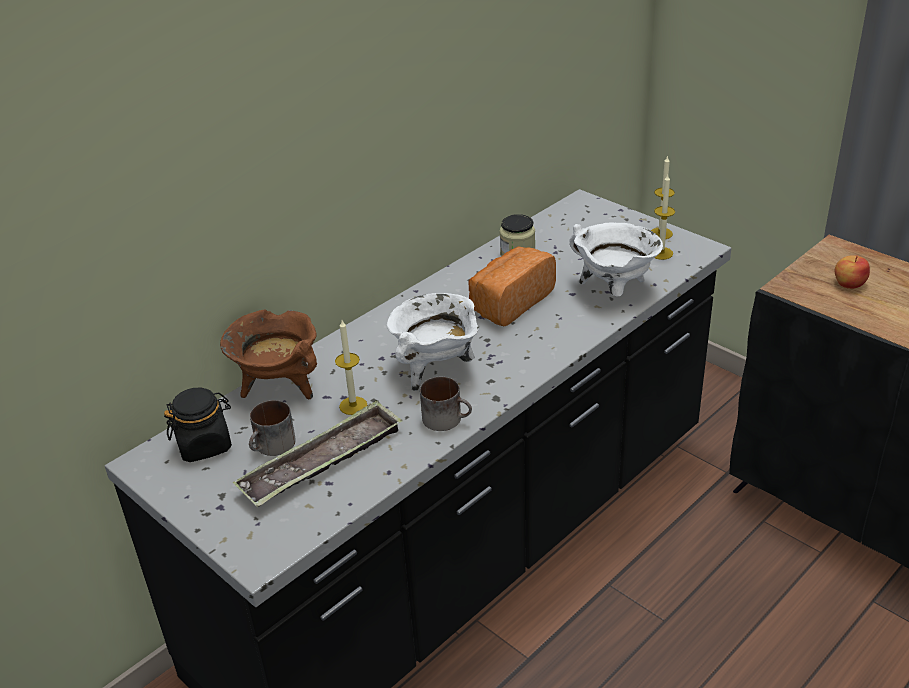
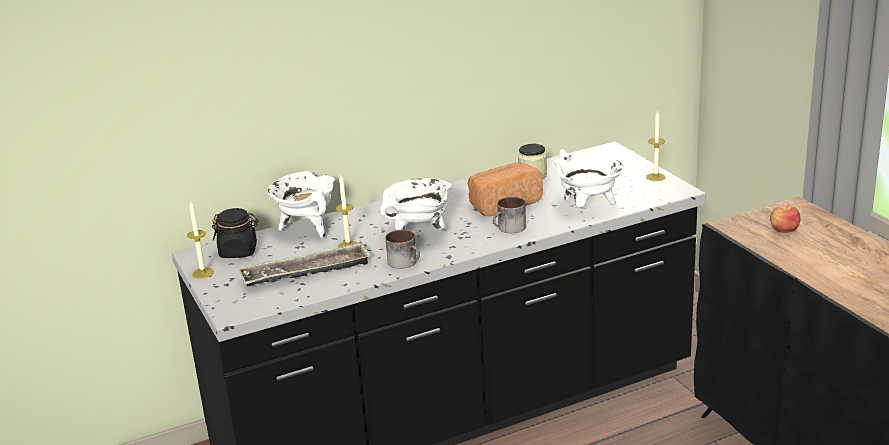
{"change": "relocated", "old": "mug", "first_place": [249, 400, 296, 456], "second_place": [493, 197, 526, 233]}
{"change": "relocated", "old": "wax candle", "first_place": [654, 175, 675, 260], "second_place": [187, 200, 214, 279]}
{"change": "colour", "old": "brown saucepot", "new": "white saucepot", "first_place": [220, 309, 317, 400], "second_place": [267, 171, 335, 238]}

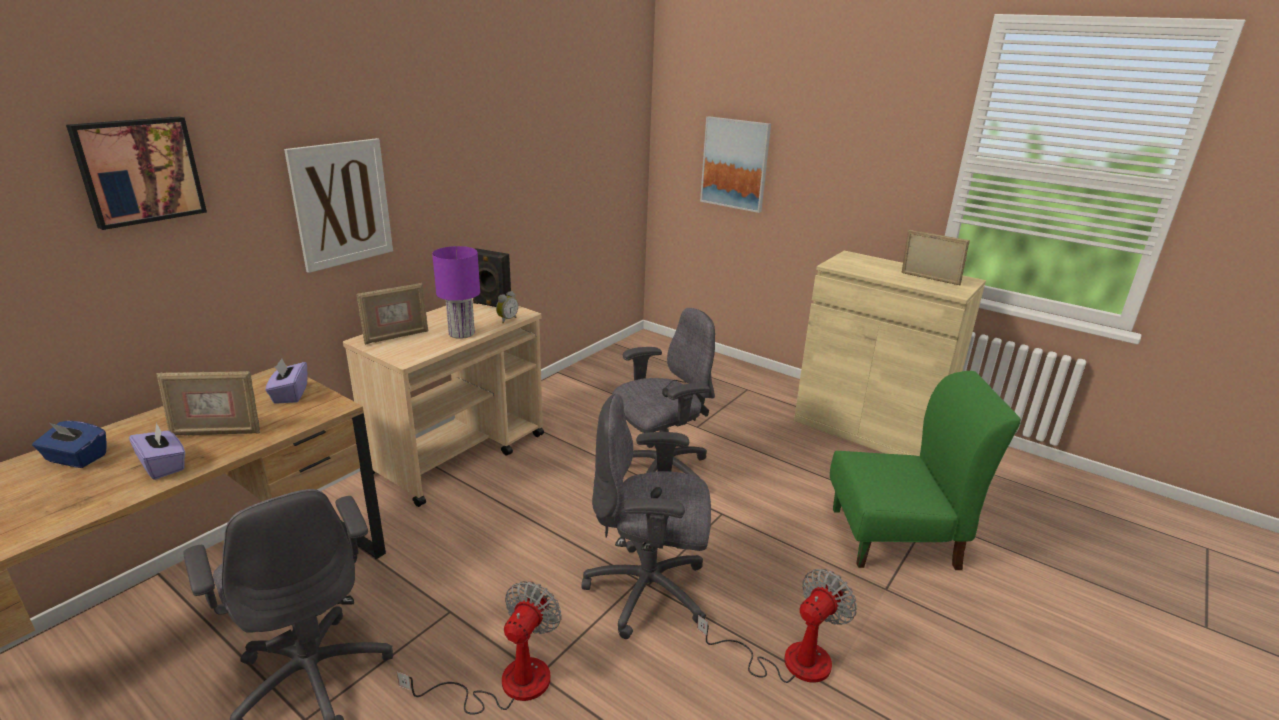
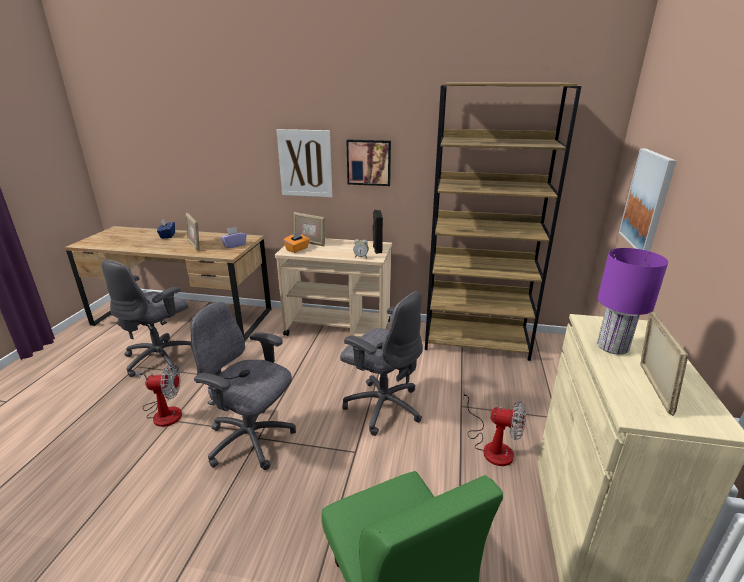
{"change": "missing", "old": "purple tissue holder", "first_place": [129, 423, 185, 480]}
{"change": "appeared", "new": "orangey tissue holder", "second_place": [283, 232, 310, 253]}
{"change": "appeared", "new": "brown shelving unit", "second_place": [425, 82, 582, 361]}
{"change": "relocated", "old": "wall art", "first_place": [66, 117, 207, 230], "second_place": [346, 140, 391, 186]}
{"change": "relocated", "old": "purple table lamp", "first_place": [432, 246, 480, 339], "second_place": [597, 248, 668, 355]}
{"change": "relocated", "old": "fan", "first_place": [697, 569, 857, 683], "second_place": [463, 388, 526, 466]}
{"change": "spun", "old": "grey desk chair", "first_place": [581, 394, 711, 639], "second_place": [190, 302, 296, 470], "degrees": -45}

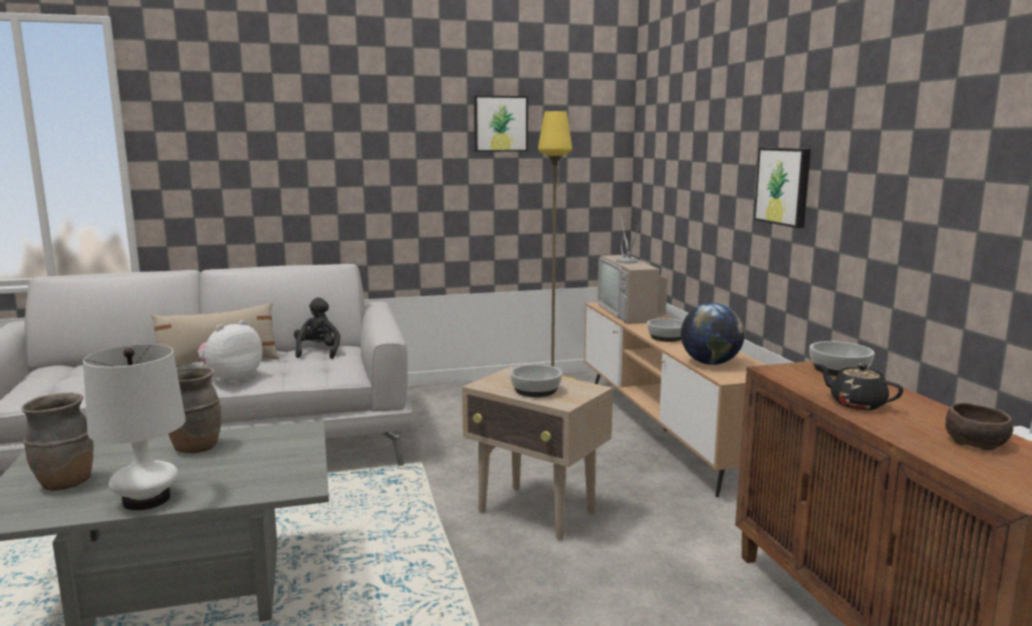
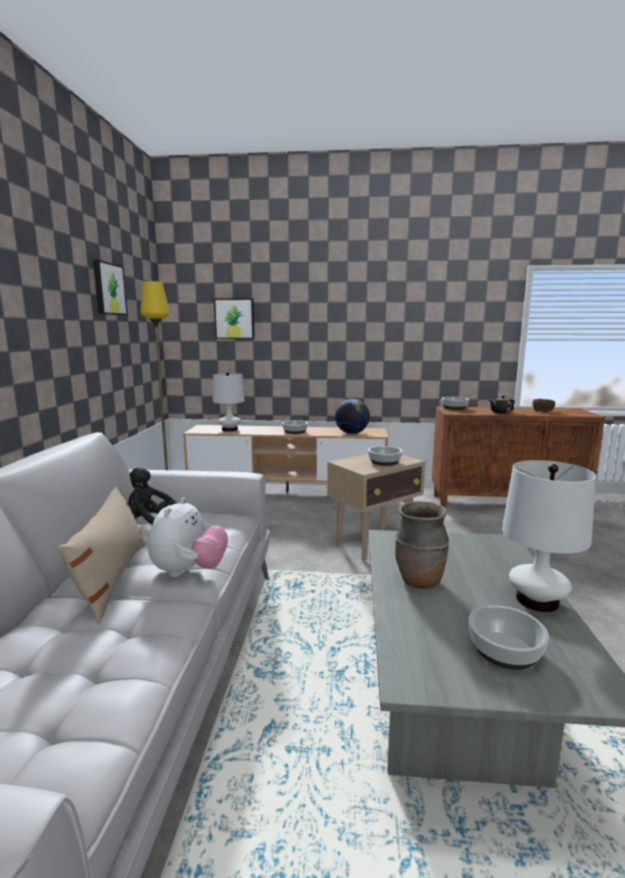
{"change": "relocated", "old": "wall art", "first_place": [754, 148, 811, 228], "second_place": [214, 298, 255, 339]}
{"change": "exchanged", "old": "brown decorative vase", "new": "deep dish", "first_place": [21, 392, 94, 491], "second_place": [468, 605, 549, 670]}
{"change": "exchanged", "old": "TV set", "new": "white table lamp", "first_place": [598, 214, 668, 324], "second_place": [213, 372, 245, 431]}
{"change": "spun", "old": "soft toy", "first_place": [198, 320, 263, 384], "second_place": [148, 497, 228, 577], "degrees": -135}

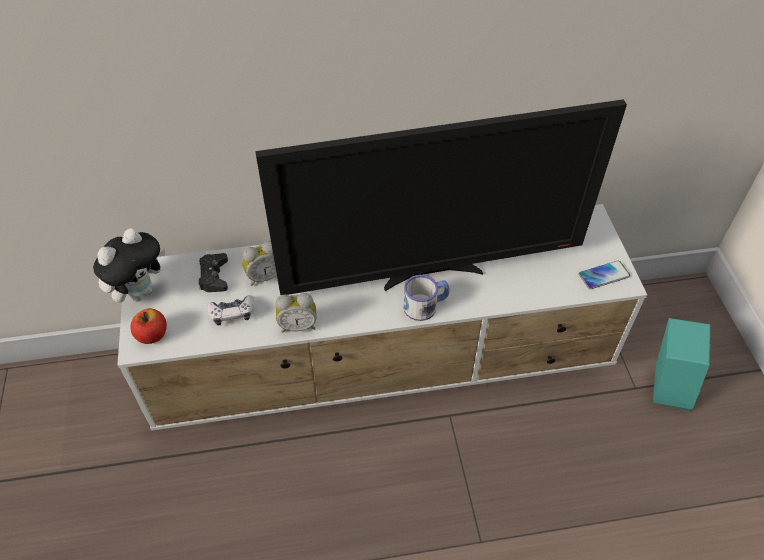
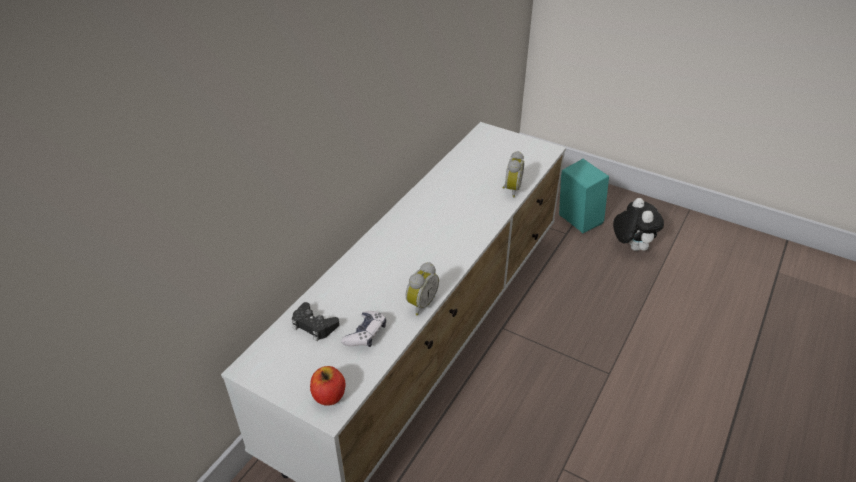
{"change": "missing", "old": "TV set", "first_place": [255, 99, 627, 296]}
{"change": "missing", "old": "mug", "first_place": [404, 275, 449, 321]}
{"change": "missing", "old": "phone", "first_place": [579, 261, 630, 289]}
{"change": "relocated", "old": "soft toy", "first_place": [93, 228, 165, 303], "second_place": [613, 198, 664, 251]}
{"change": "relocated", "old": "table clock", "first_place": [242, 241, 277, 286], "second_place": [502, 151, 524, 197]}

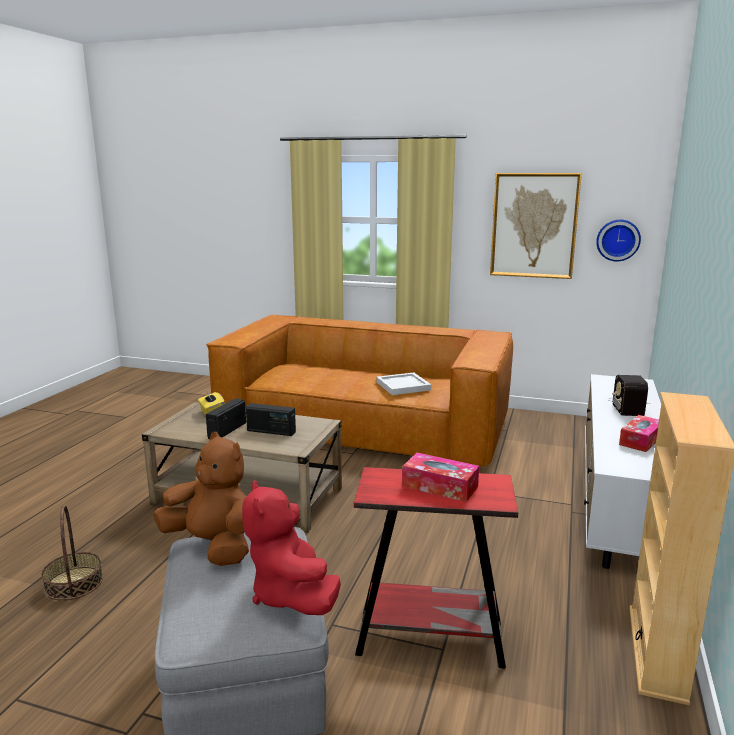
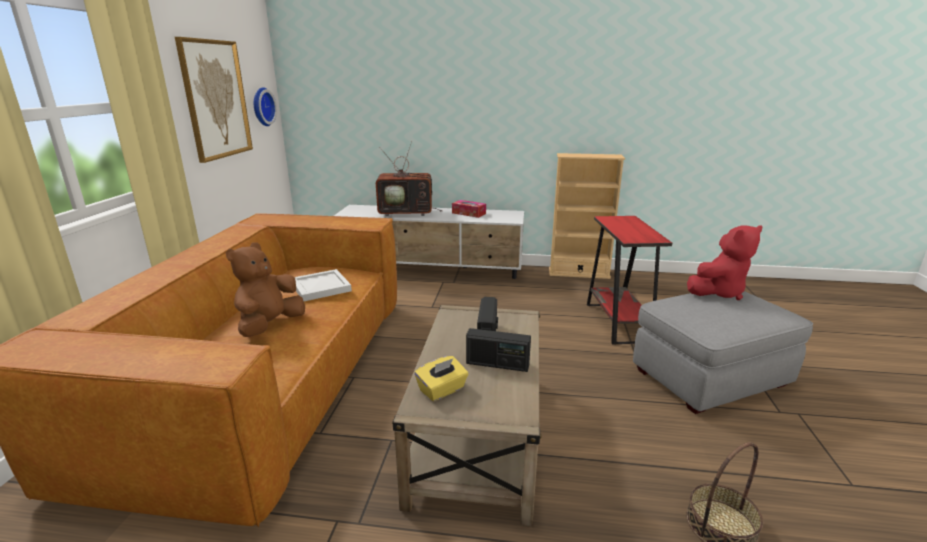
{"change": "missing", "old": "tissue holder", "first_place": [402, 453, 479, 502]}
{"change": "relocated", "old": "brown soft toy", "first_place": [153, 432, 249, 566], "second_place": [226, 242, 305, 337]}
{"change": "exchanged", "old": "radio set", "new": "TV set", "first_place": [608, 375, 648, 416], "second_place": [376, 141, 442, 216]}

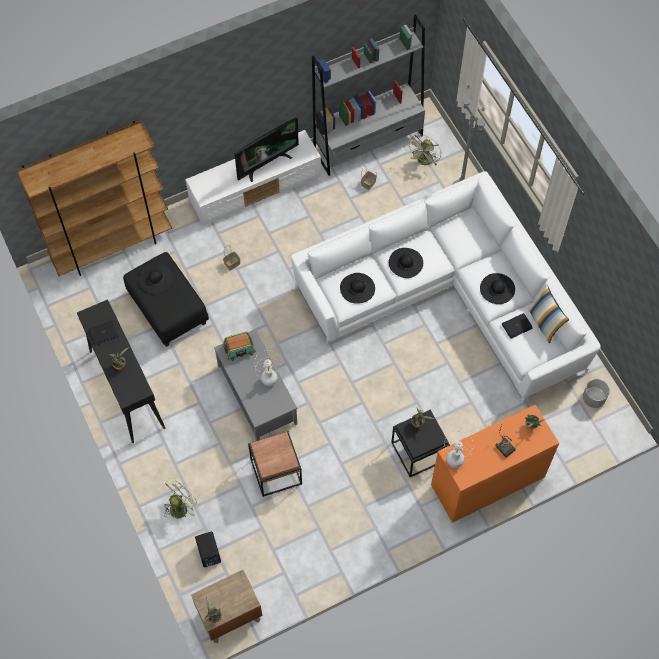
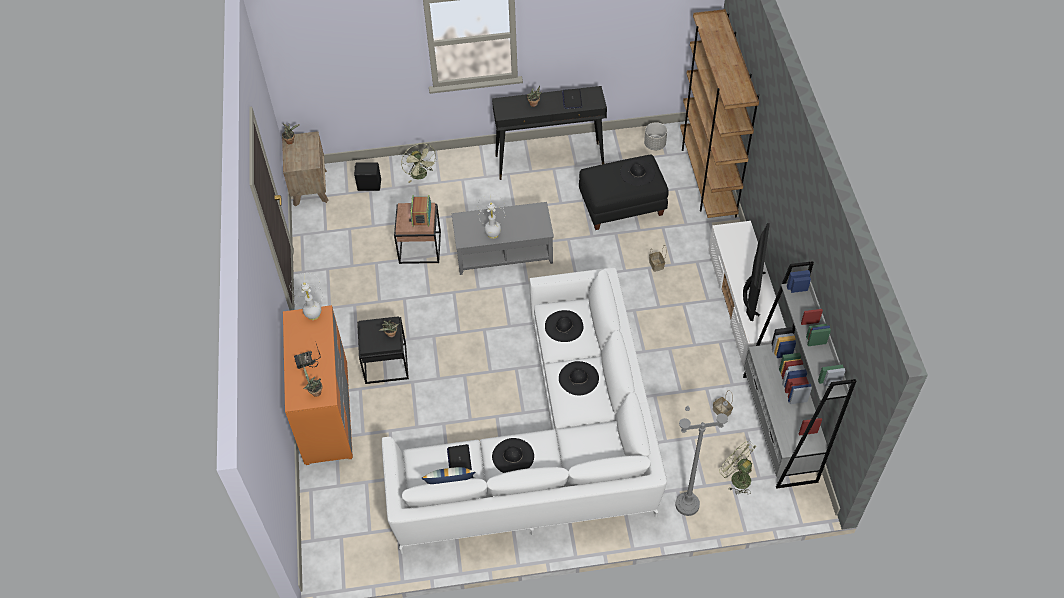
{"change": "relocated", "old": "radio set", "first_place": [223, 332, 256, 361], "second_place": [409, 195, 431, 227]}
{"change": "relocated", "old": "grey flower pot", "first_place": [583, 379, 610, 408], "second_place": [644, 122, 667, 150]}
{"change": "spun", "old": "TV set", "first_place": [234, 117, 299, 182], "second_place": [743, 223, 770, 321], "degrees": -150}

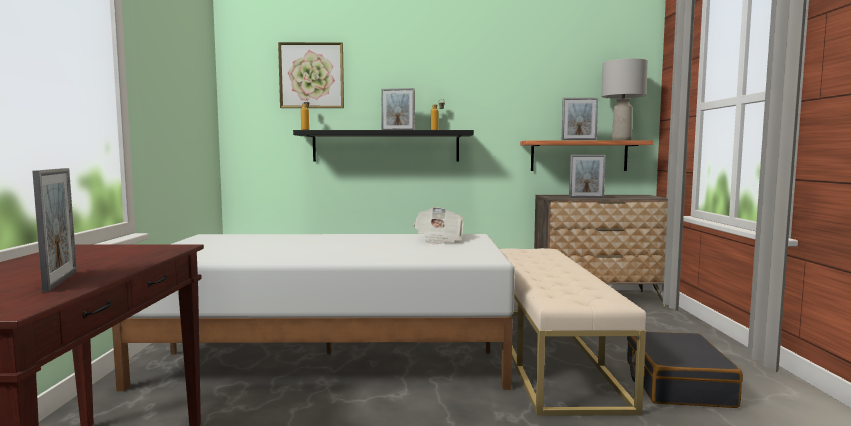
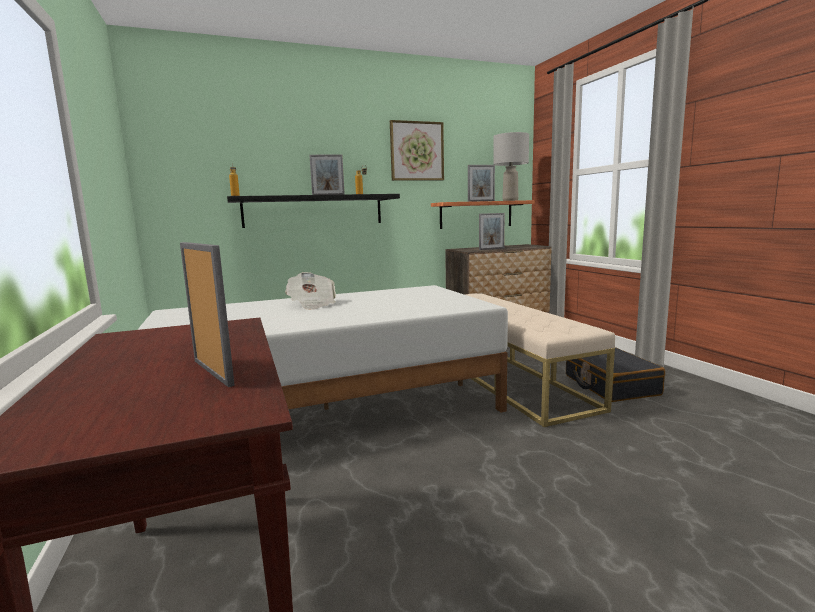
{"change": "relocated", "old": "wall art", "first_place": [278, 42, 344, 108], "second_place": [390, 120, 444, 181]}
{"change": "relocated", "old": "printed paper", "first_place": [413, 207, 464, 244], "second_place": [285, 272, 336, 310]}

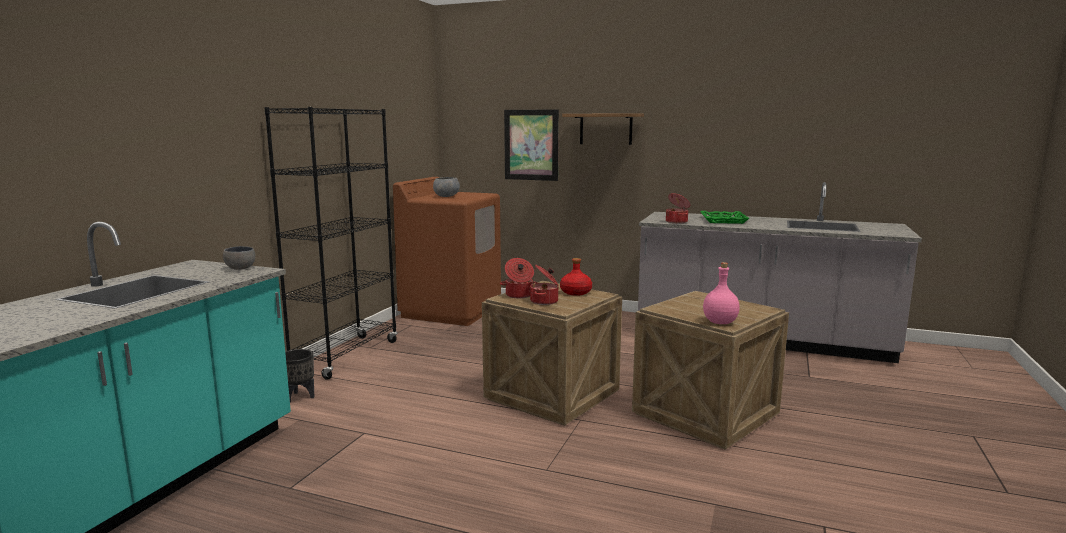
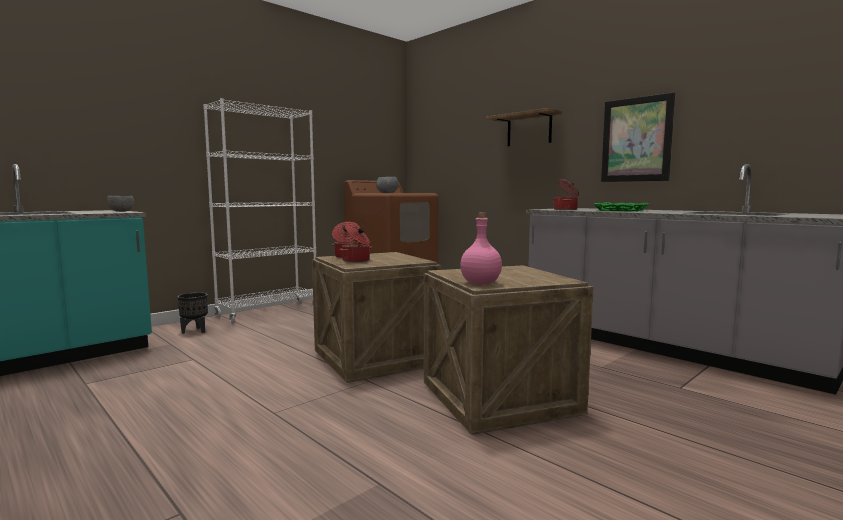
{"change": "missing", "old": "red bottle", "first_place": [560, 258, 592, 296]}
{"change": "relocated", "old": "wall art", "first_place": [504, 109, 559, 181], "second_place": [601, 92, 675, 182]}
{"change": "colour", "old": "blackish shelving unit", "new": "white shelving unit", "first_place": [264, 107, 398, 380], "second_place": [203, 98, 316, 324]}

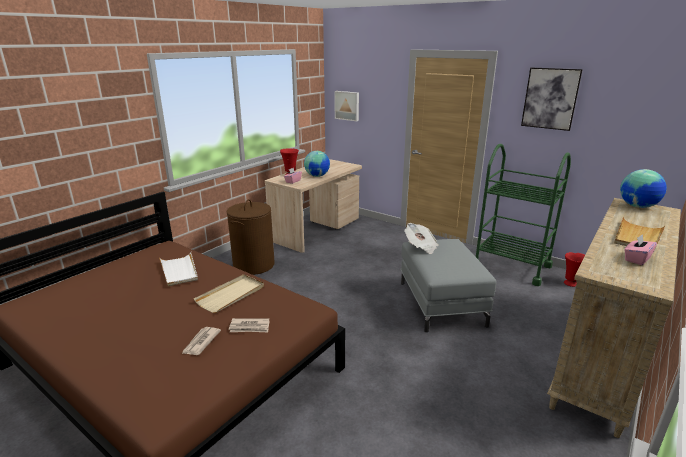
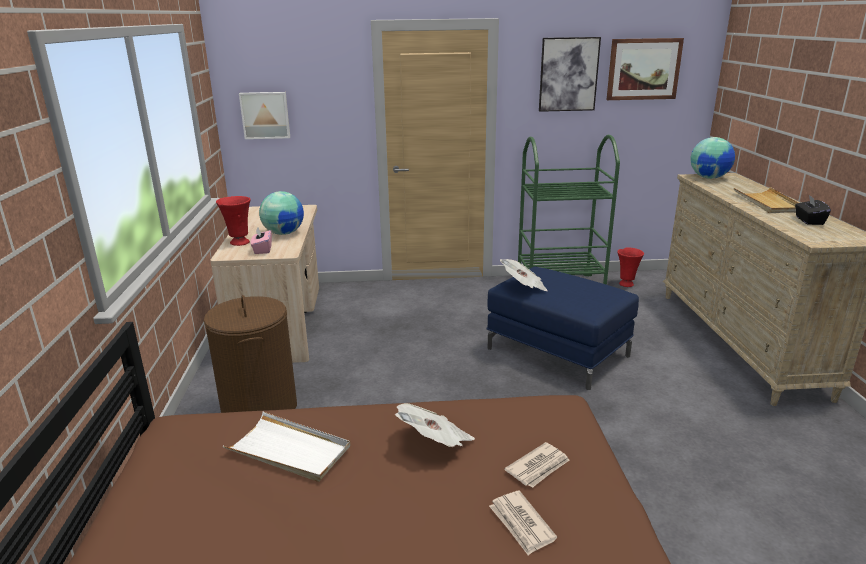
{"change": "appeared", "new": "wall art", "second_place": [607, 38, 684, 100]}
{"change": "exchanged", "old": "beige-coloured carrying tray", "new": "printed paper", "first_place": [194, 274, 264, 313], "second_place": [395, 403, 475, 447]}
{"change": "colour", "old": "grey ottoman", "new": "blue ottoman", "first_place": [400, 239, 496, 332], "second_place": [486, 267, 639, 390]}
{"change": "colour", "old": "pink-coloured tissue holder", "new": "blackish tissue holder", "first_place": [625, 234, 657, 265], "second_place": [795, 195, 831, 225]}

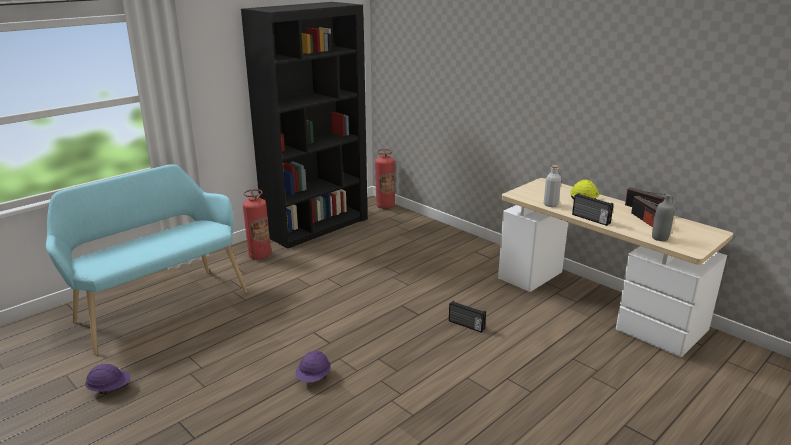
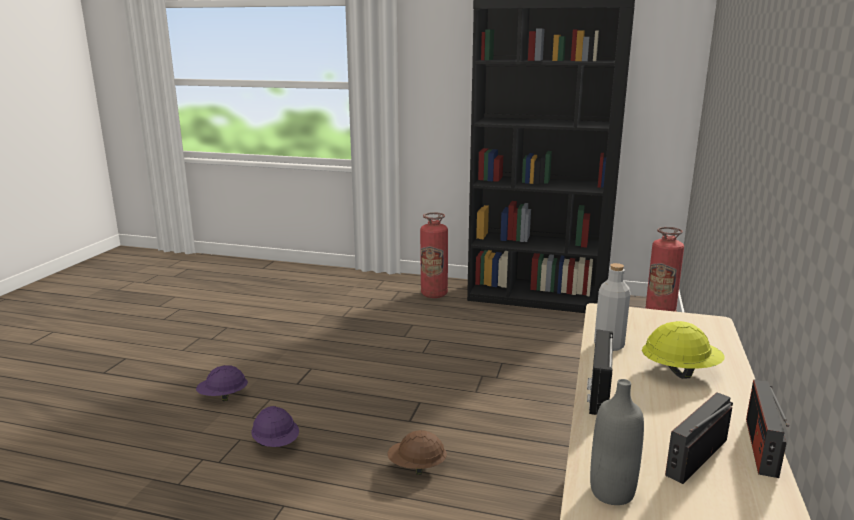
{"change": "missing", "old": "turquoise-coloured bench", "first_place": [46, 164, 247, 355]}
{"change": "relocated", "old": "purple work helmet", "first_place": [85, 364, 130, 395], "second_place": [251, 406, 299, 447]}
{"change": "exchanged", "old": "radio set", "new": "brown work helmet", "first_place": [449, 301, 486, 333], "second_place": [387, 430, 447, 475]}

